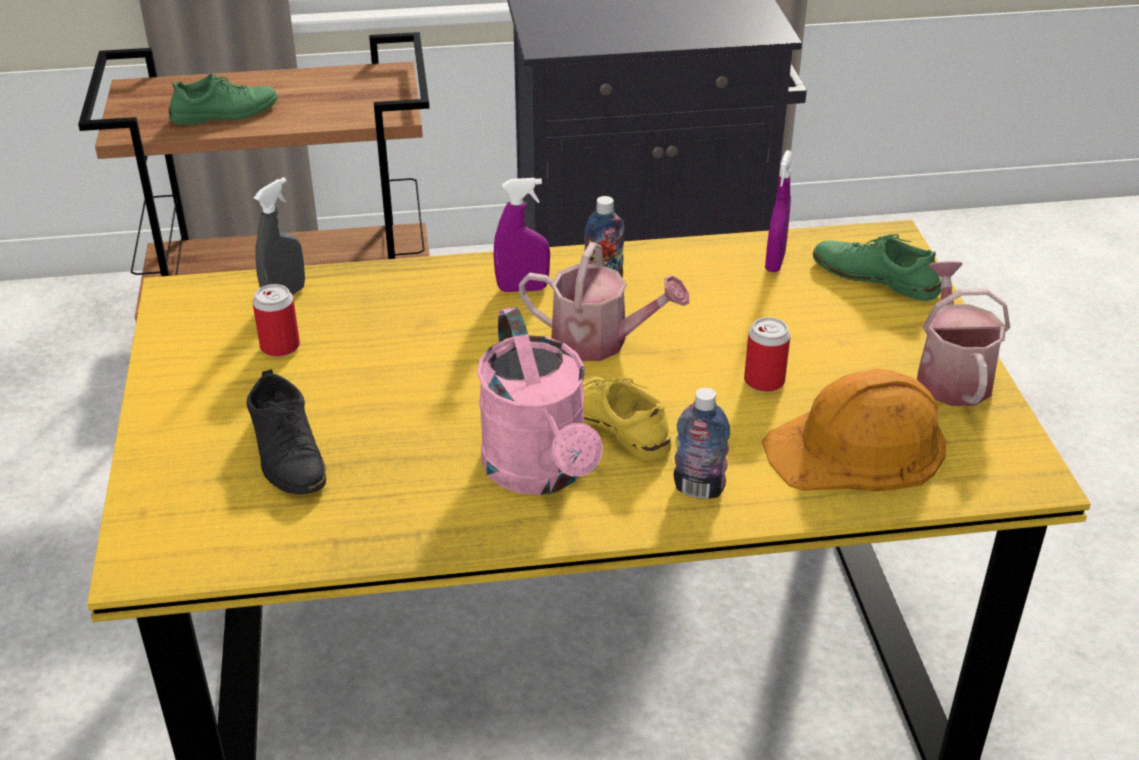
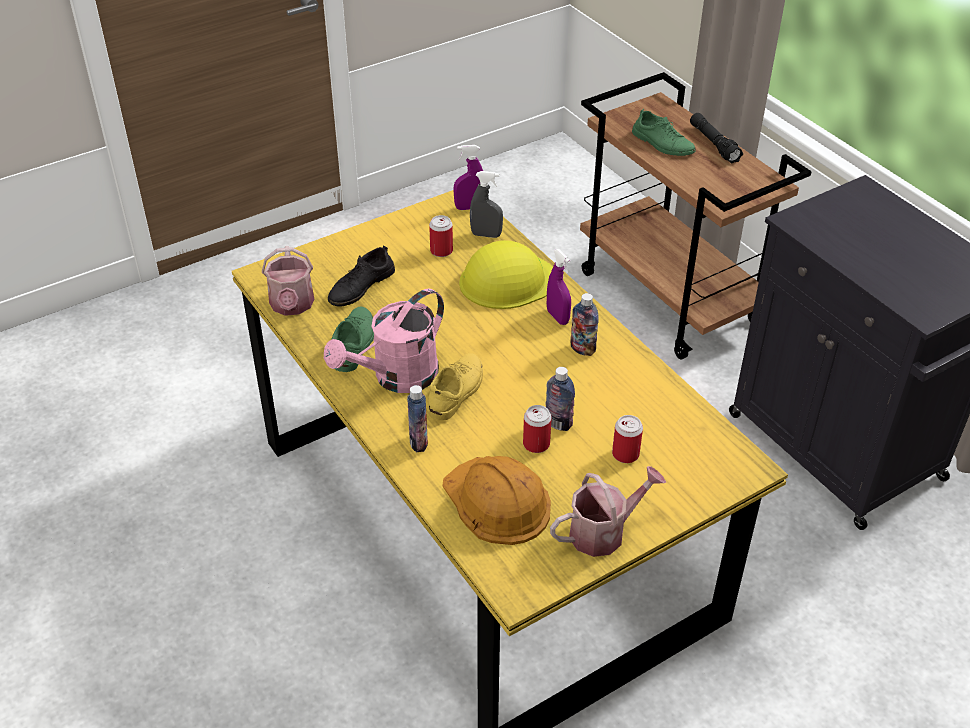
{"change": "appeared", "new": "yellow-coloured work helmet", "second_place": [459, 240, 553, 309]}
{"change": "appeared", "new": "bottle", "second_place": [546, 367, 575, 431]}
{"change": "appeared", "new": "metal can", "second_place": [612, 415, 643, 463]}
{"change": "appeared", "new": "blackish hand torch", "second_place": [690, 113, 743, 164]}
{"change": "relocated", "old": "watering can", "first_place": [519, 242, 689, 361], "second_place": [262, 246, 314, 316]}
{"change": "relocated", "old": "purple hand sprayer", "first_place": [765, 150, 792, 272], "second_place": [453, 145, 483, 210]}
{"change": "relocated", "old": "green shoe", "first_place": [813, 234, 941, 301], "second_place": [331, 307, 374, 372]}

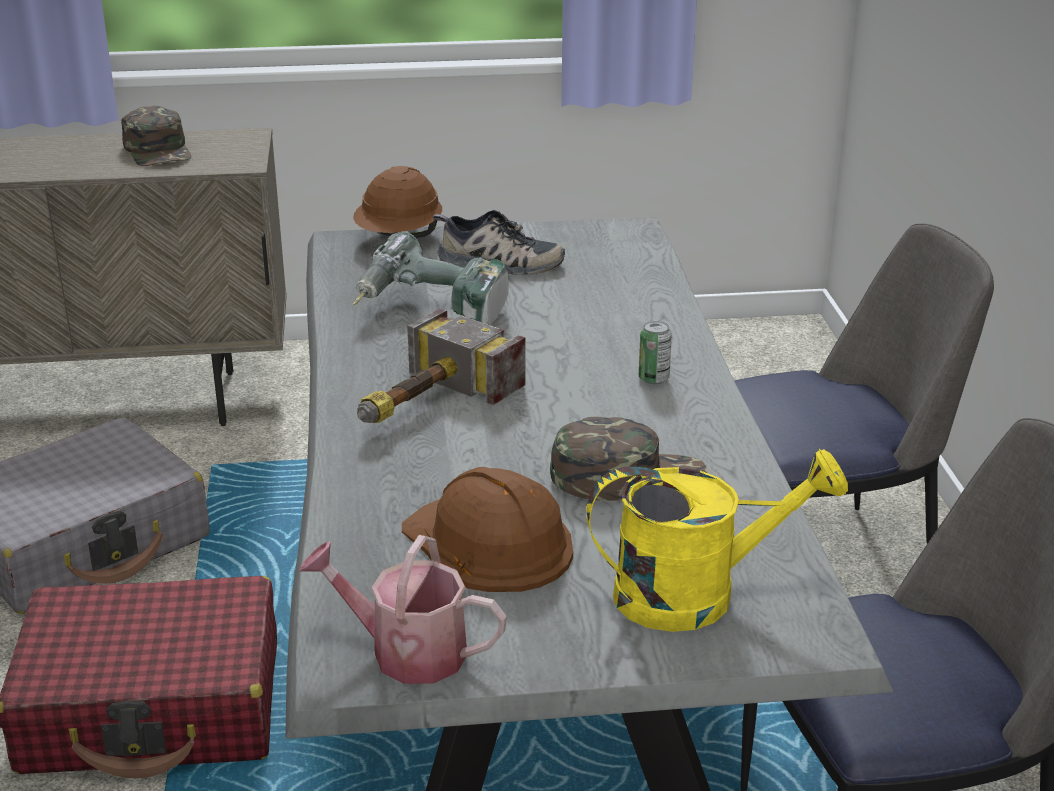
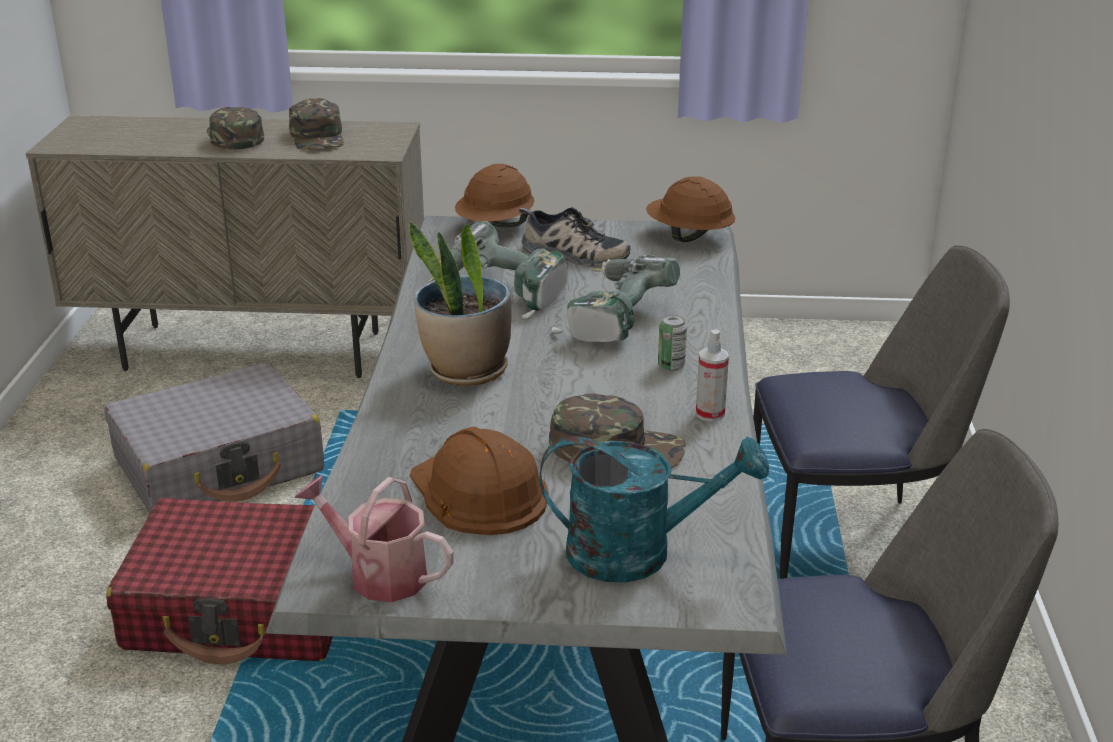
{"change": "appeared", "new": "green peaked cap", "second_place": [207, 107, 264, 149]}
{"change": "appeared", "new": "power drill", "second_place": [551, 255, 680, 342]}
{"change": "appeared", "new": "brown work helmet", "second_place": [646, 176, 736, 242]}
{"change": "appeared", "new": "hand sprayer", "second_place": [696, 329, 729, 422]}
{"change": "exchanged", "old": "hammer", "new": "potted plant", "first_place": [357, 308, 525, 423], "second_place": [409, 221, 511, 386]}
{"change": "colour", "old": "yellow-coloured watering can", "new": "turquoise-coloured watering can", "first_place": [586, 449, 848, 632], "second_place": [540, 436, 769, 582]}

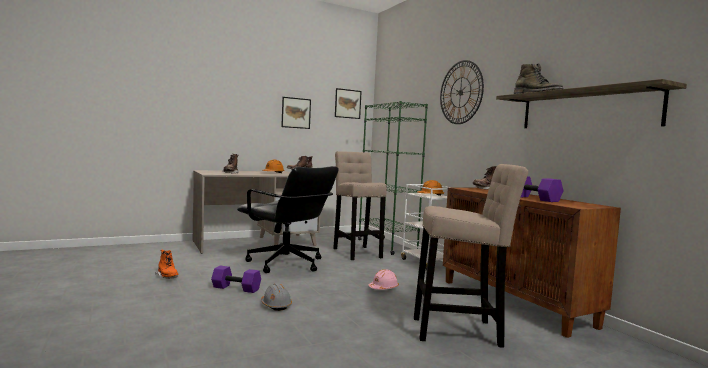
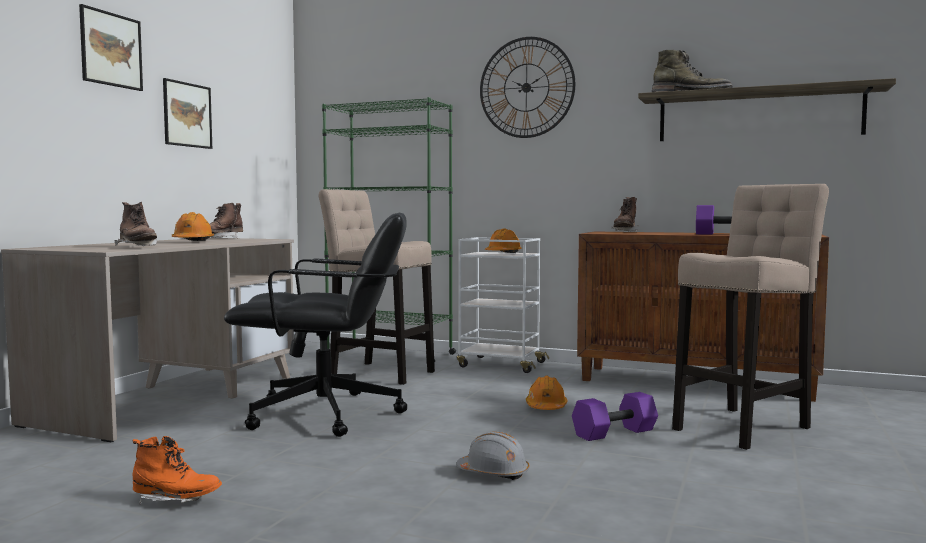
{"change": "relocated", "old": "purple hand weight", "first_place": [211, 266, 261, 293], "second_place": [572, 392, 658, 441]}
{"change": "relocated", "old": "wall art", "first_place": [335, 88, 362, 119], "second_place": [79, 4, 143, 91]}
{"change": "colour", "old": "pink-coloured work helmet", "new": "orangey work helmet", "first_place": [368, 270, 399, 290], "second_place": [526, 376, 567, 410]}

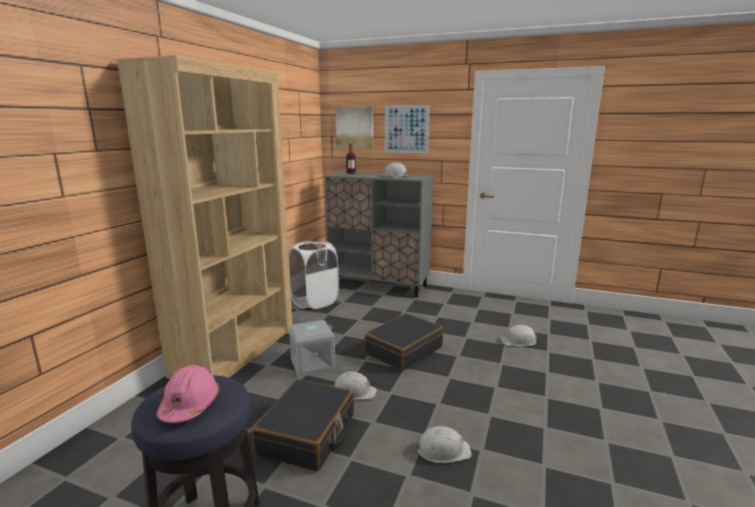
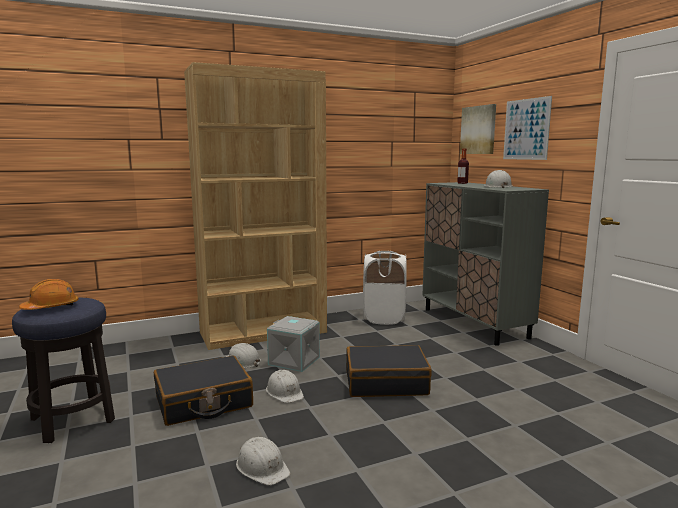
{"change": "relocated", "old": "white work helmet", "first_place": [500, 325, 537, 347], "second_place": [226, 343, 261, 368]}
{"change": "colour", "old": "pink-coloured work helmet", "new": "orangey work helmet", "first_place": [157, 365, 220, 423], "second_place": [19, 279, 79, 310]}

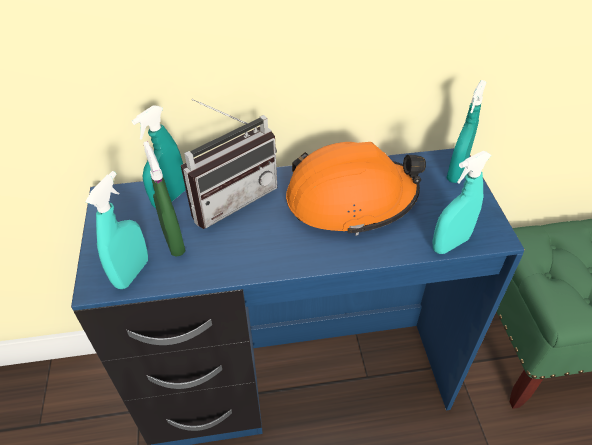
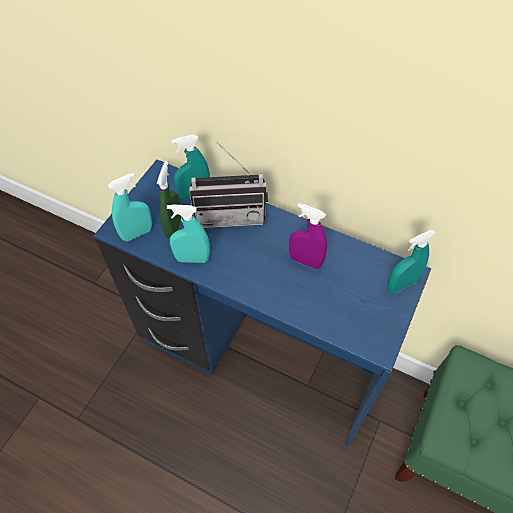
{"change": "relocated", "old": "turquoise-coloured hand sprayer", "first_place": [432, 151, 492, 254], "second_place": [167, 204, 210, 263]}
{"change": "exchanged", "old": "orangey work helmet", "new": "purple hand sprayer", "first_place": [286, 142, 426, 236], "second_place": [289, 203, 327, 269]}

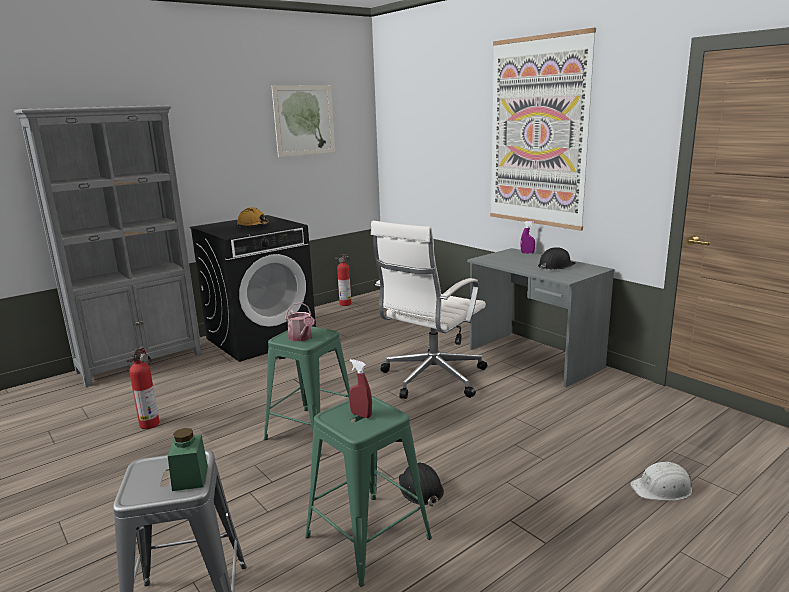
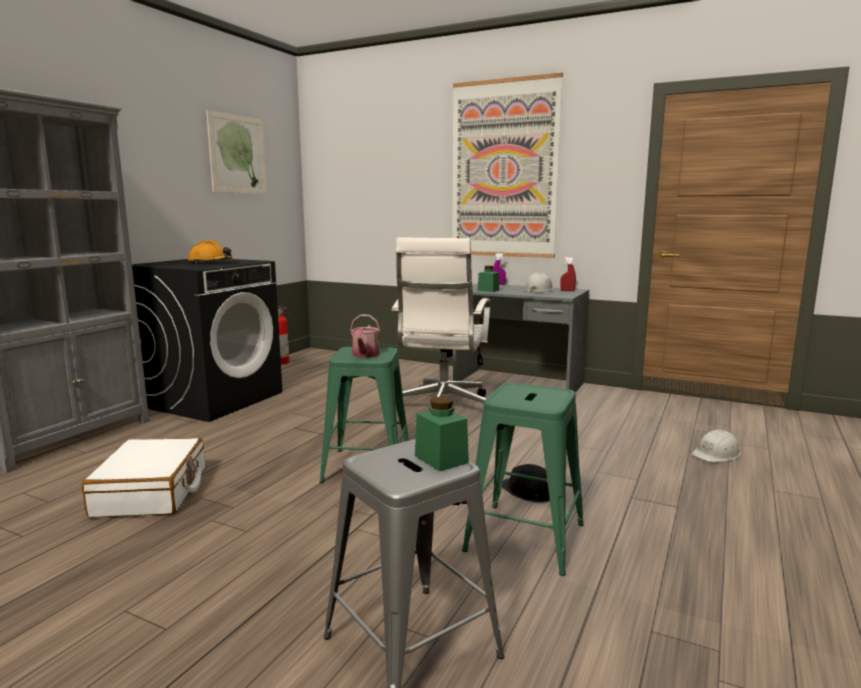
{"change": "appeared", "new": "green storage jar", "second_place": [477, 266, 499, 292]}
{"change": "relocated", "old": "red hand sprayer", "first_place": [349, 359, 372, 418], "second_place": [561, 257, 576, 291]}
{"change": "exchanged", "old": "fire extinguisher", "new": "white travel case", "first_place": [127, 346, 160, 429], "second_place": [82, 437, 205, 518]}
{"change": "colour", "old": "blackish work helmet", "new": "white work helmet", "first_place": [538, 247, 576, 270], "second_place": [524, 272, 554, 293]}
{"change": "spun", "old": "watering can", "first_place": [285, 302, 315, 341], "second_place": [350, 315, 380, 358], "degrees": 60}

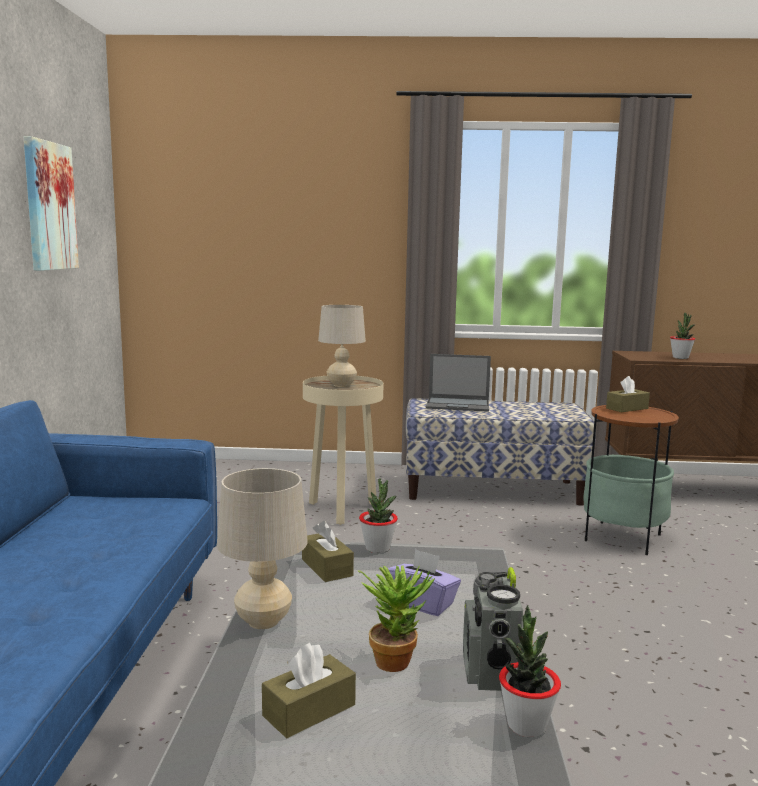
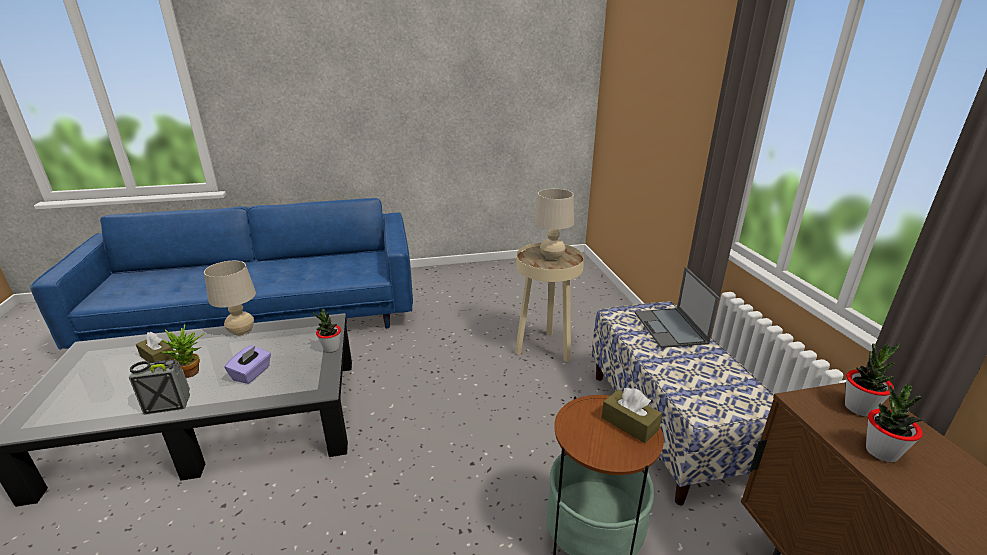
{"change": "missing", "old": "wall art", "first_place": [23, 136, 79, 271]}
{"change": "missing", "old": "brown tissue holder", "first_place": [302, 521, 354, 582]}
{"change": "relocated", "old": "potted plant", "first_place": [499, 605, 561, 738], "second_place": [845, 343, 900, 416]}

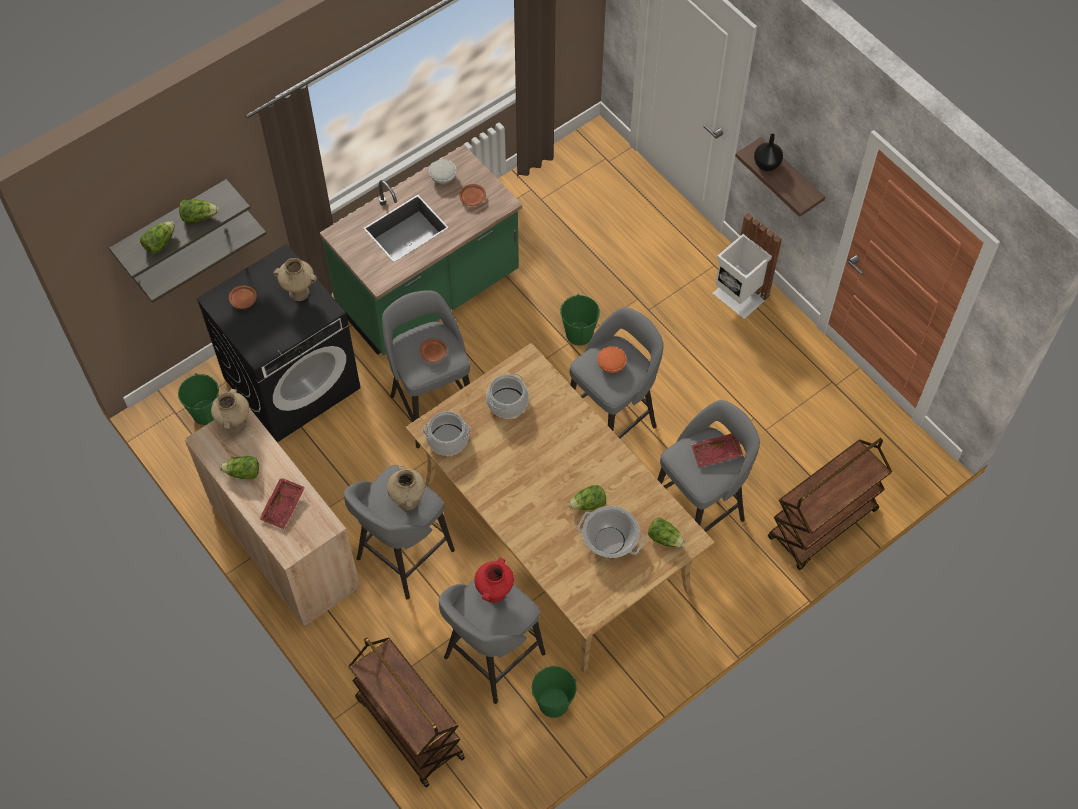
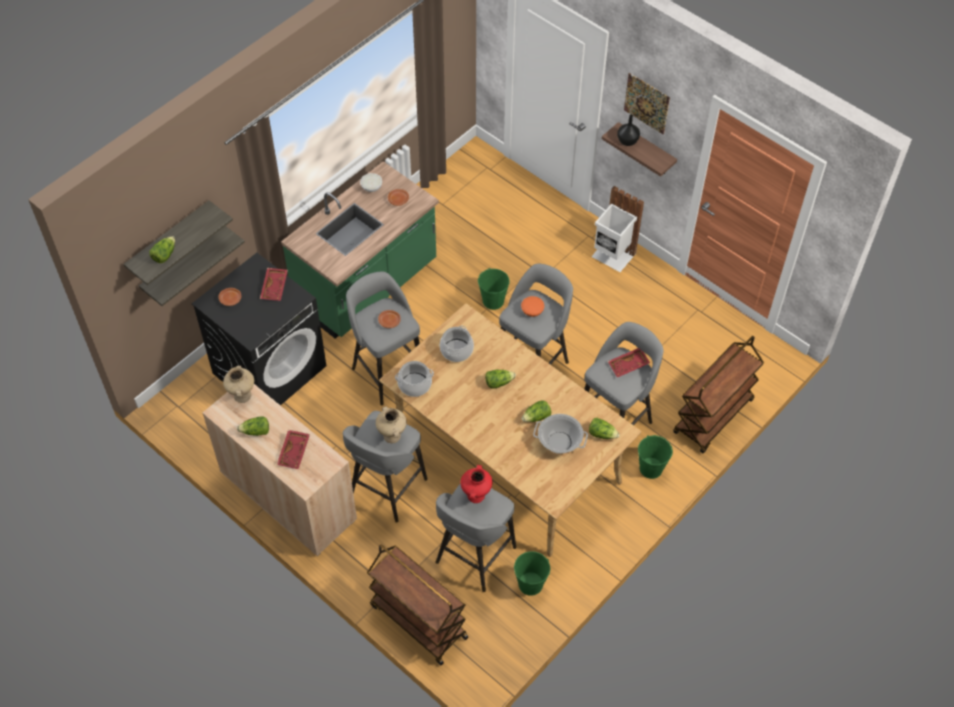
{"change": "appeared", "new": "wall art", "second_place": [624, 73, 670, 134]}
{"change": "relocated", "old": "green pail", "first_place": [178, 373, 219, 425], "second_place": [638, 435, 673, 479]}
{"change": "relocated", "old": "lettuce", "first_place": [179, 199, 219, 223], "second_place": [485, 370, 516, 389]}
{"change": "exchanged", "old": "beige-coloured decorative vase", "new": "red carrying tray", "first_place": [273, 258, 317, 301], "second_place": [260, 268, 288, 301]}

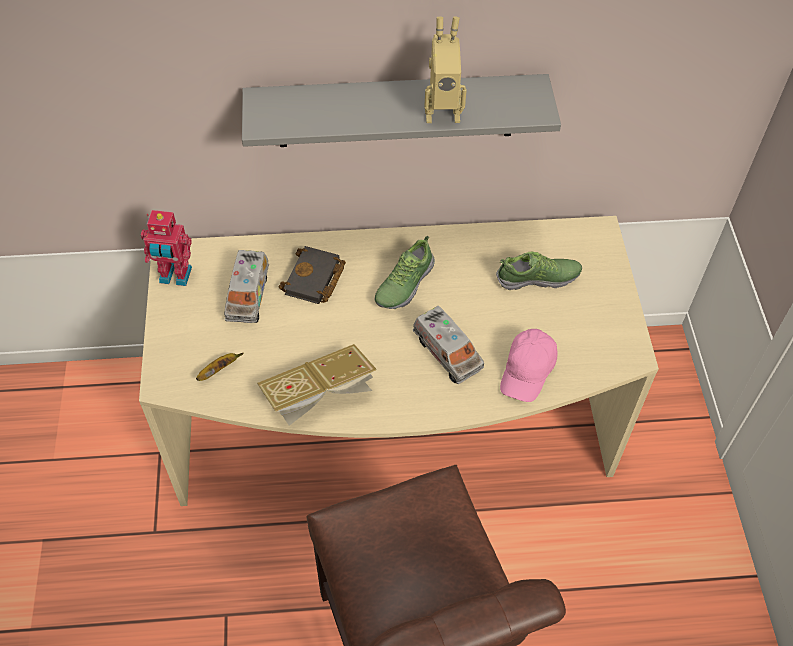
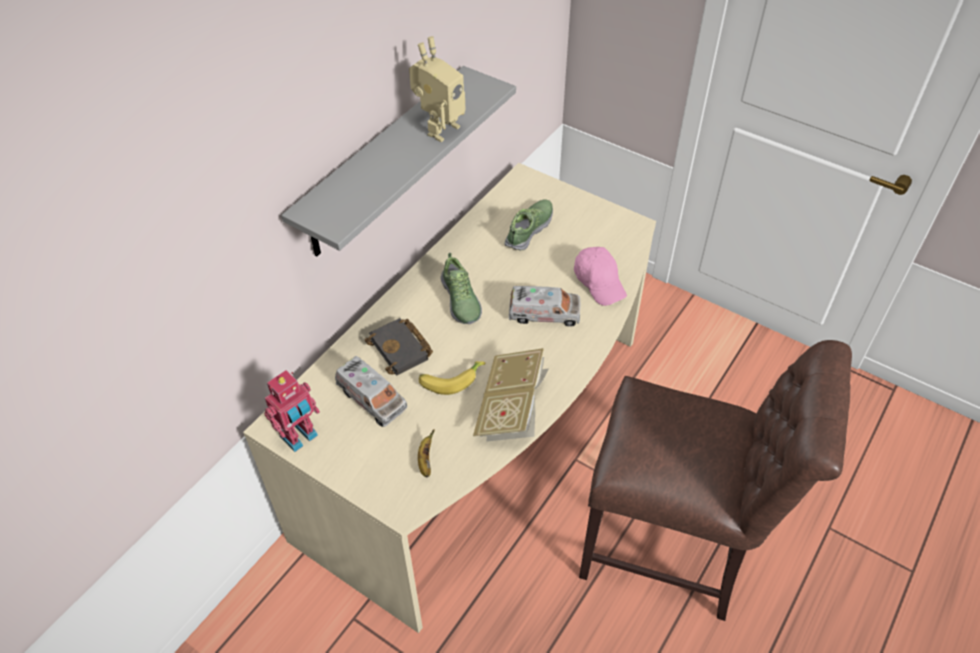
{"change": "appeared", "new": "whole banana", "second_place": [419, 361, 485, 395]}

